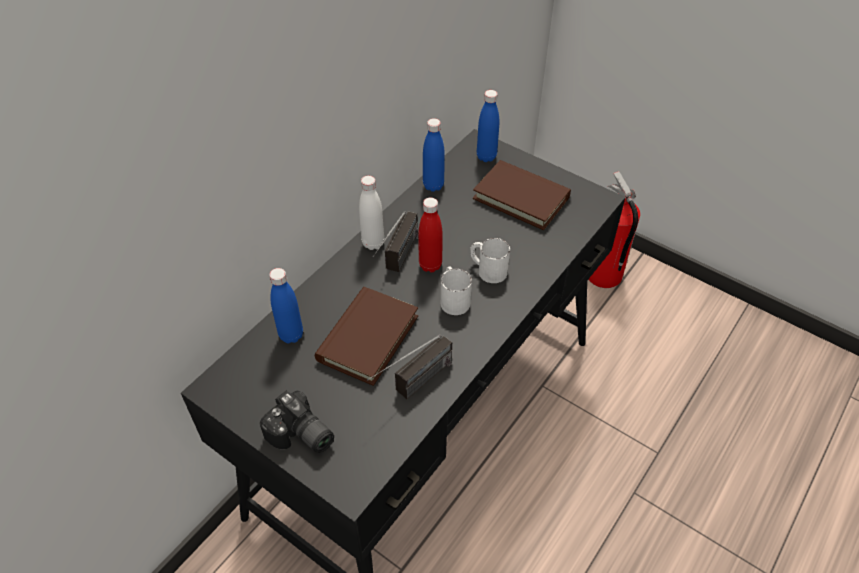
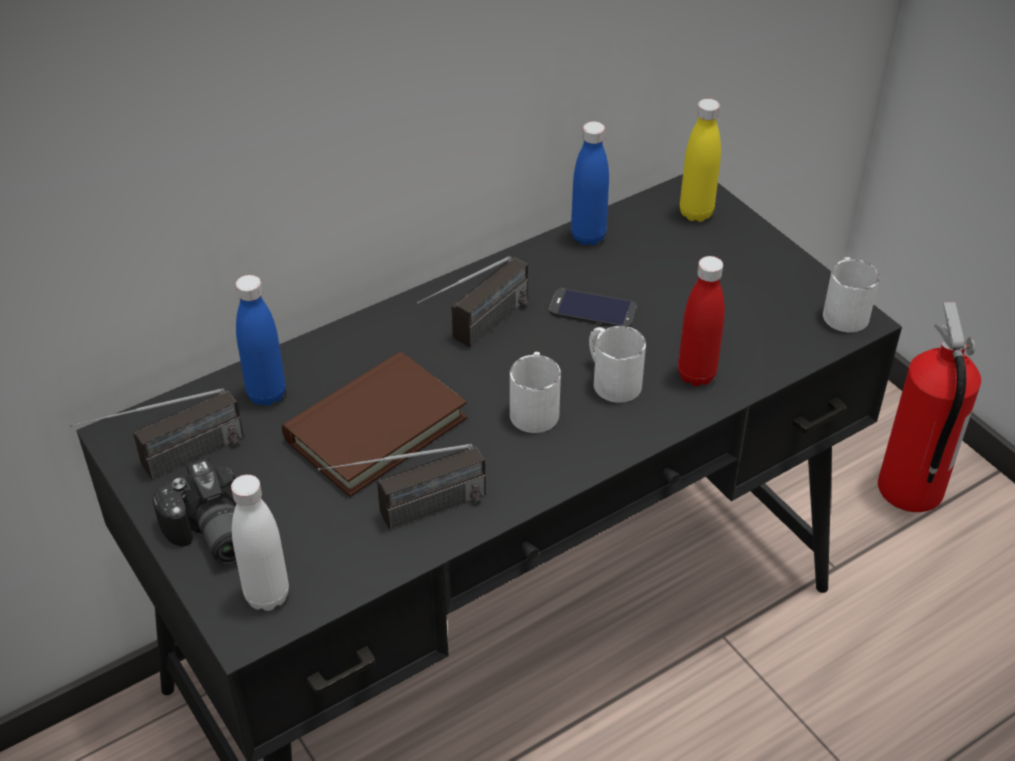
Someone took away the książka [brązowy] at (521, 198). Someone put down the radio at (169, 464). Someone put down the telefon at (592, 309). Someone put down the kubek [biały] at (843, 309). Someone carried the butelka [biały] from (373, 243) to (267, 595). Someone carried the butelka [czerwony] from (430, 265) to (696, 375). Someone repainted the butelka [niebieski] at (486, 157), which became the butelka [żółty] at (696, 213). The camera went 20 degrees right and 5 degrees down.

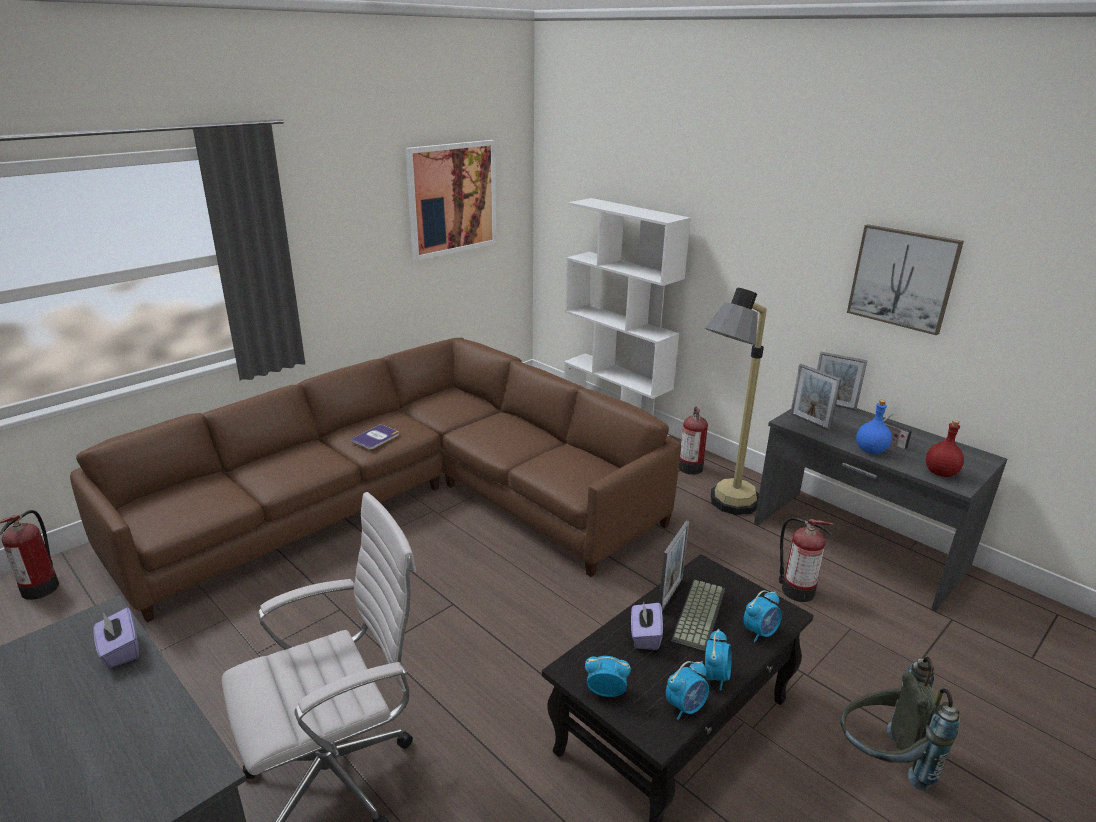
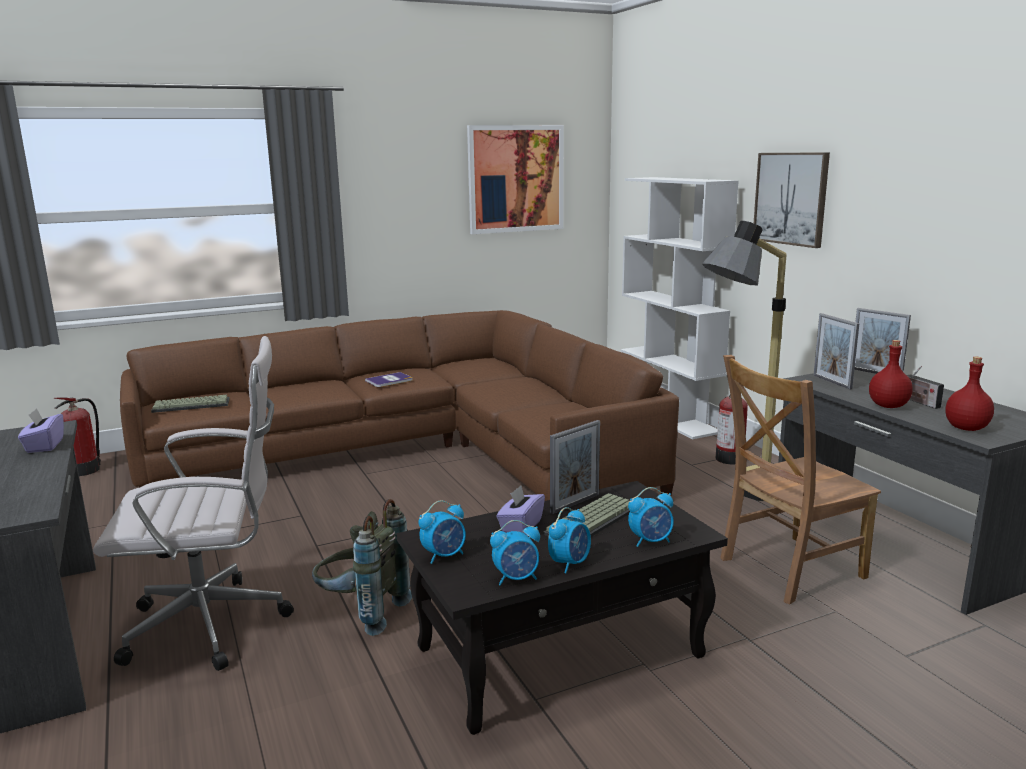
Someone put down the klawiatura at (192, 405). Someone carried the plecak [szary] from (881, 761) to (362, 613). Someone carried the obraz from (903, 278) to (791, 198). Someone swapped the gaśnica at (796, 590) for the krzesło [brązowy] at (787, 569). Someone repainted the butelka [niebieski] at (870, 451), which became the butelka [czerwony] at (887, 406). Someone rotated the budzik at (606, 692) by 120 degrees clockwise. The camera went 20 degrees right and 10 degrees down.

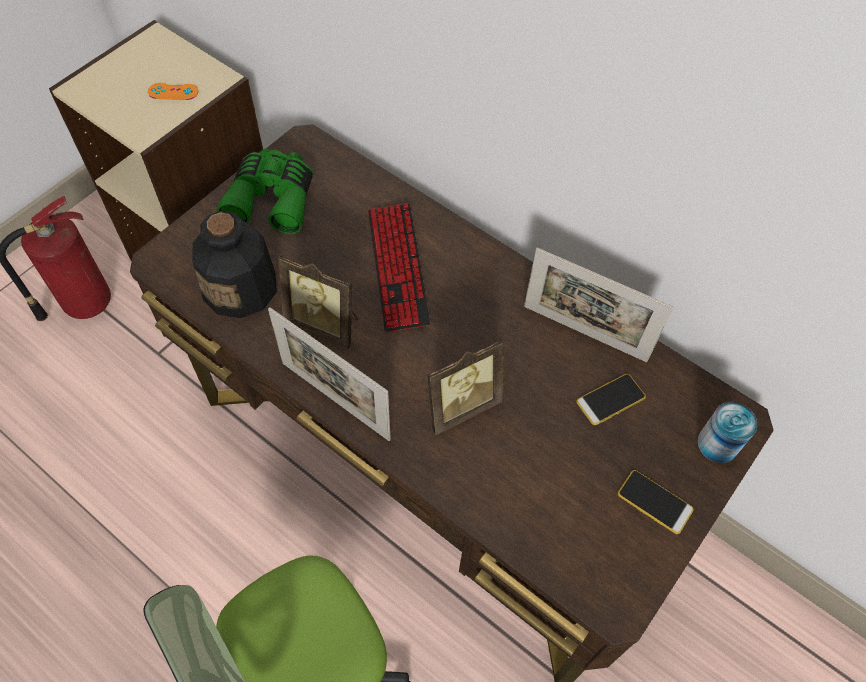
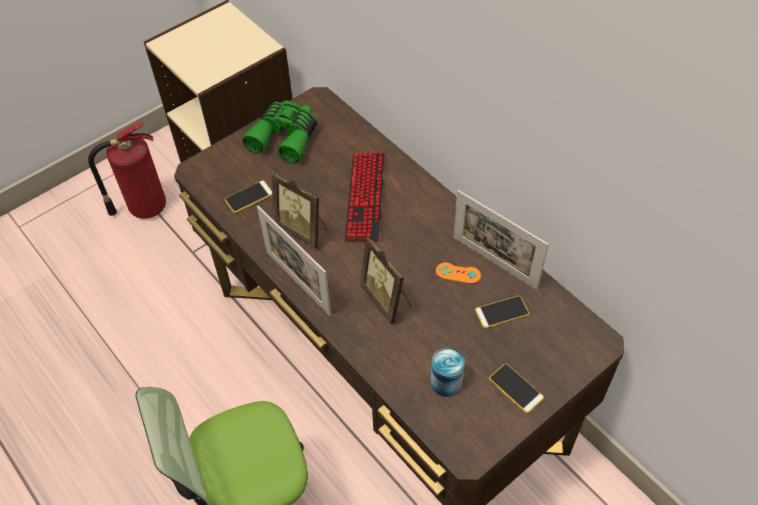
Someone carried the pad do gier [pomarańczowy] from (173, 92) to (458, 273). Someone carried the puszka from (717, 444) to (446, 382). Someone swapped the butelka at (241, 288) for the telefon at (249, 197). Someone rotated the ramka na zdjęcie at (459, 405) by 75 degrees clockwise. The camera went 15 degrees right and 5 degrees down.

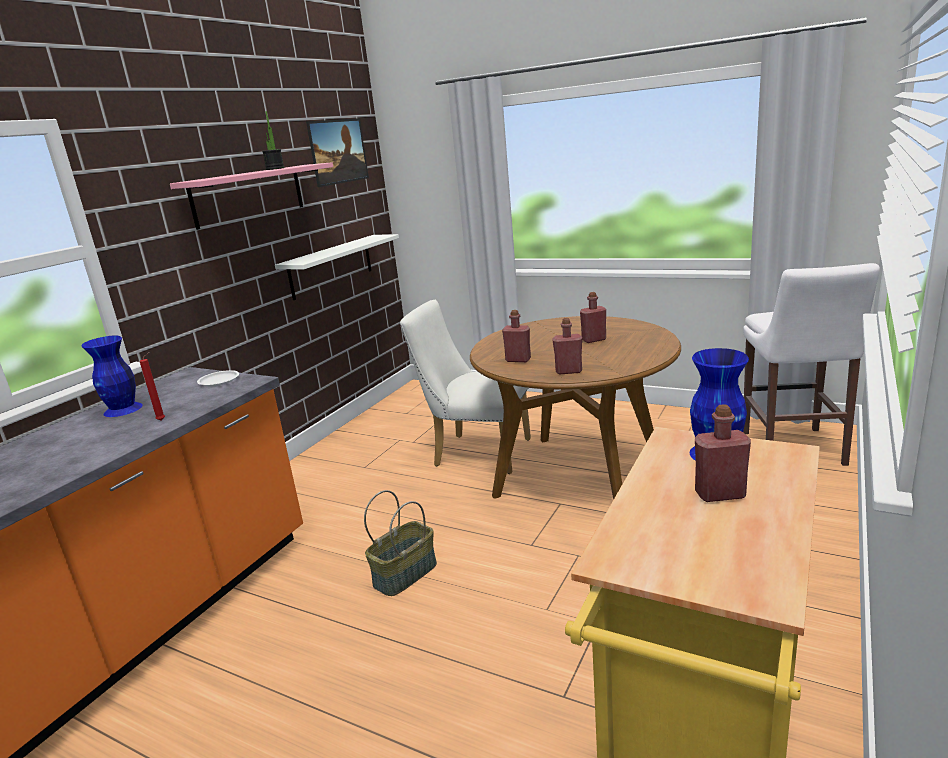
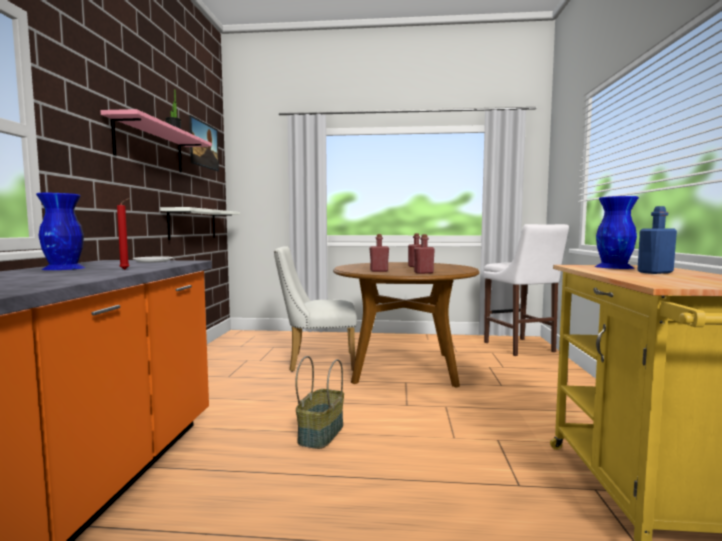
Someone repainted the butelka [czerwony] at (720, 494), which became the butelka [niebieski] at (655, 272). The camera went 25 degrees left and 15 degrees down.

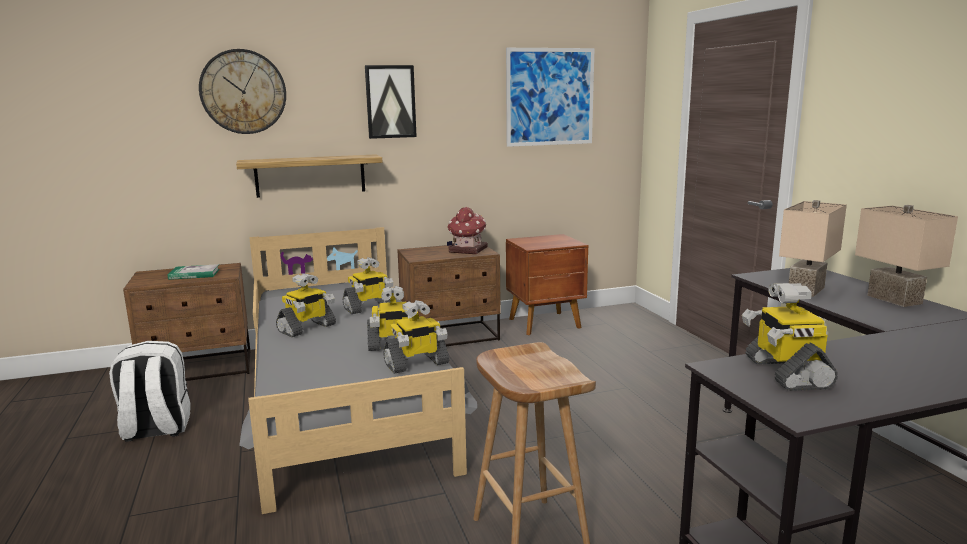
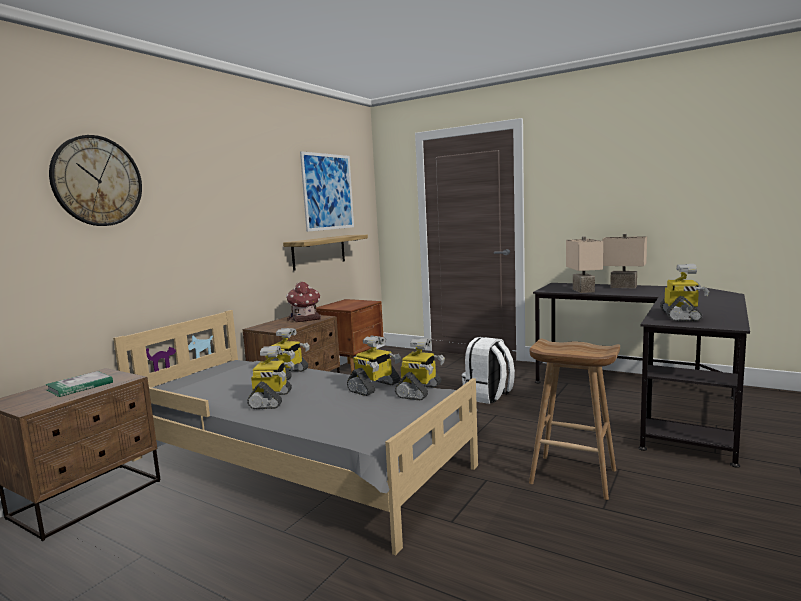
Someone took away the obraz at (390, 102). Someone carried the plecak [biały] from (156, 429) to (488, 396). Someone carried the półka from (310, 175) to (319, 252). Someone rotated the robot zabawkowy at (785, 373) by 120 degrees counterclockwise. The camera went 40 degrees left and 5 degrees down.

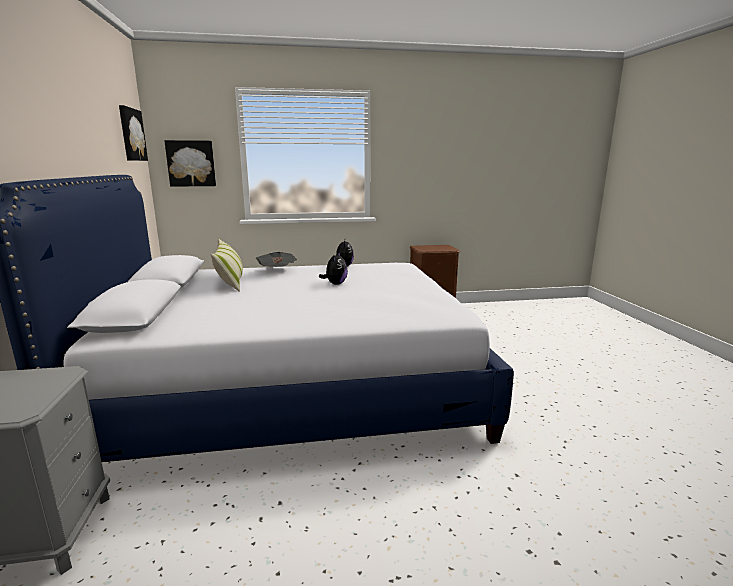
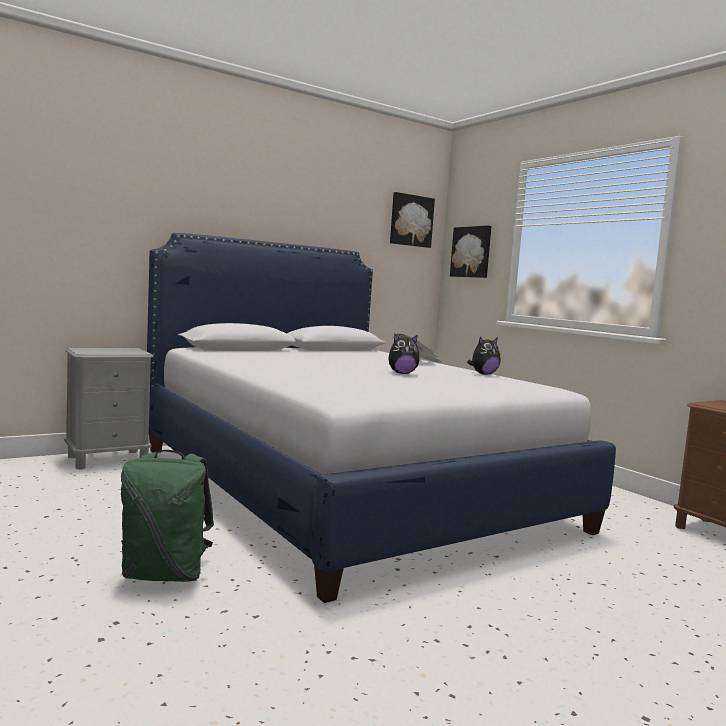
Someone took away the poduszka at (230, 280). Someone put down the plecak [zielony] at (165, 575). The camera went 65 degrees right and 10 degrees down.

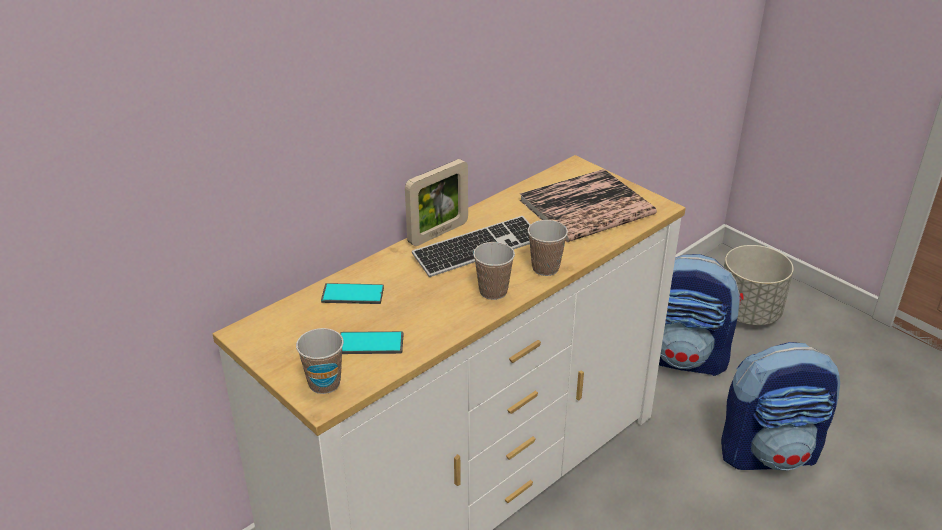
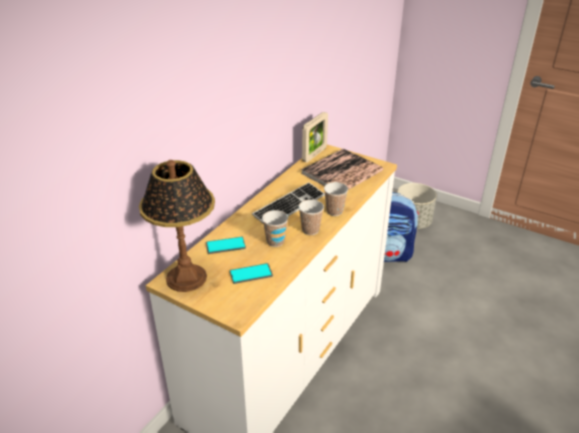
Someone took away the plecak at (769, 452). Someone put down the lampa stołowa at (187, 277). Someone carried the filiżanka from (324, 383) to (275, 241). Someone carried the ramka na zdjęcie from (438, 233) to (314, 154). The camera went 15 degrees left and 0 degrees up.

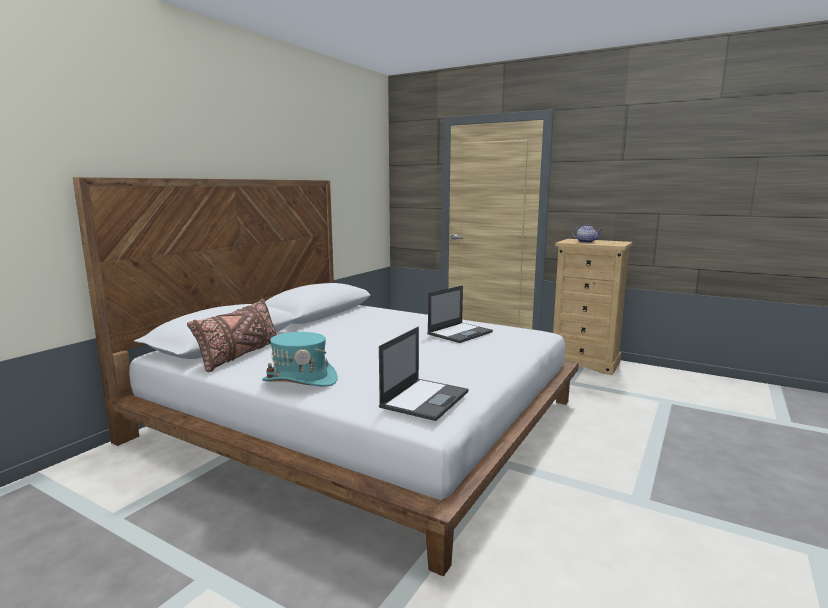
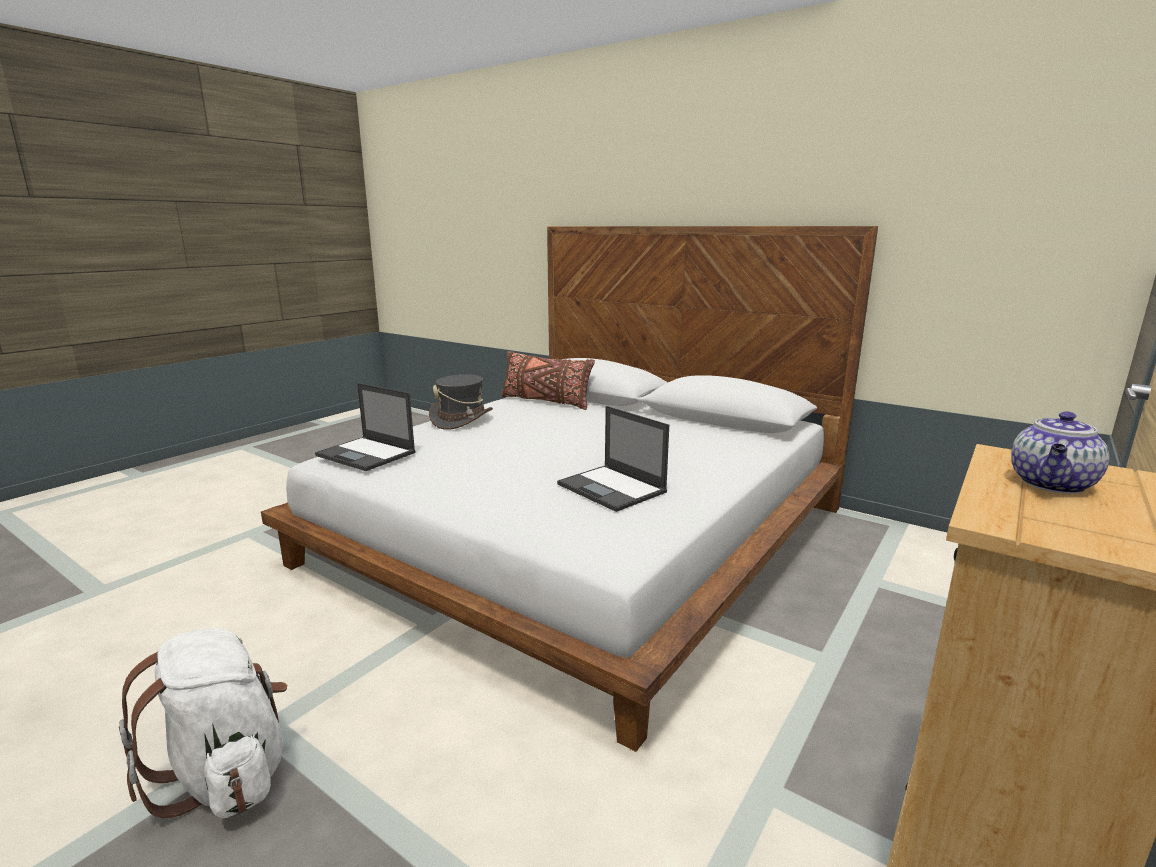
Someone put down the plecak [biały] at (227, 774). Someone repainted the kapelusz [turkusowy] at (300, 380), which became the kapelusz [szary] at (461, 419). The camera went 95 degrees right and 5 degrees up.

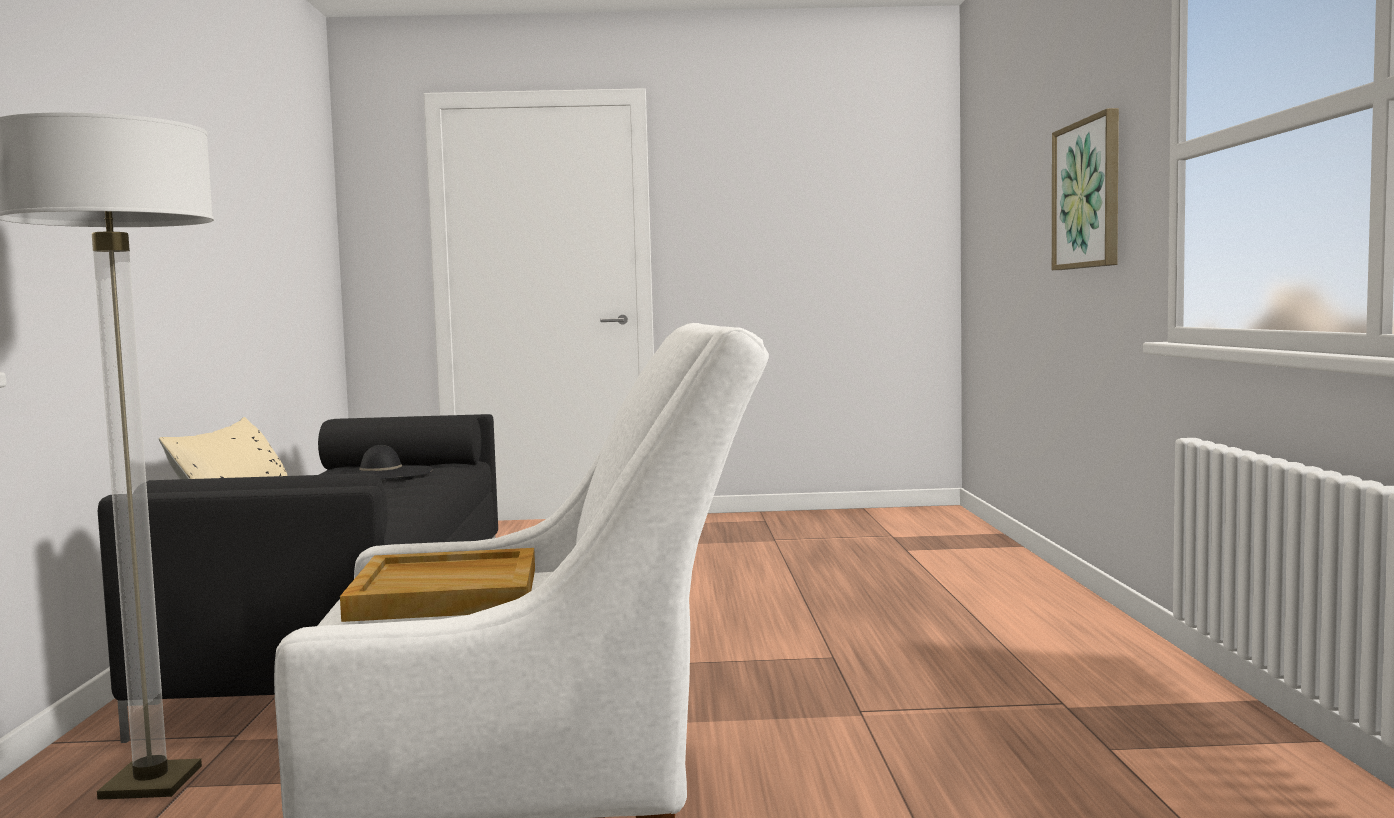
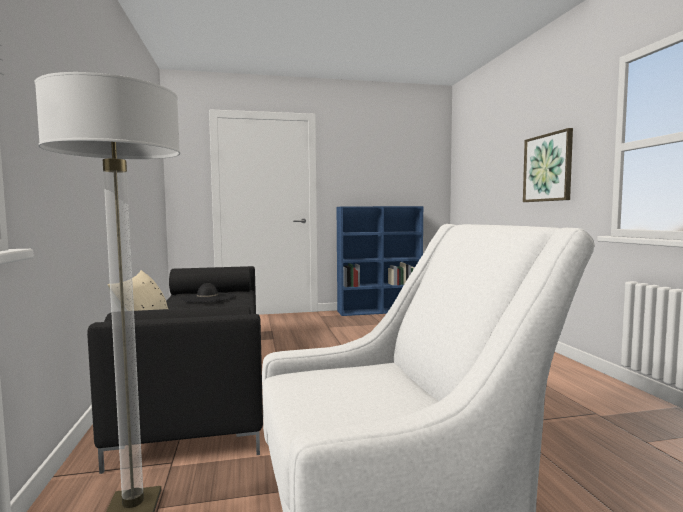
Someone took away the taca [beżowy] at (448, 592). Someone put down the regał [niebieski] at (380, 311). The camera went 10 degrees left and 0 degrees up.

